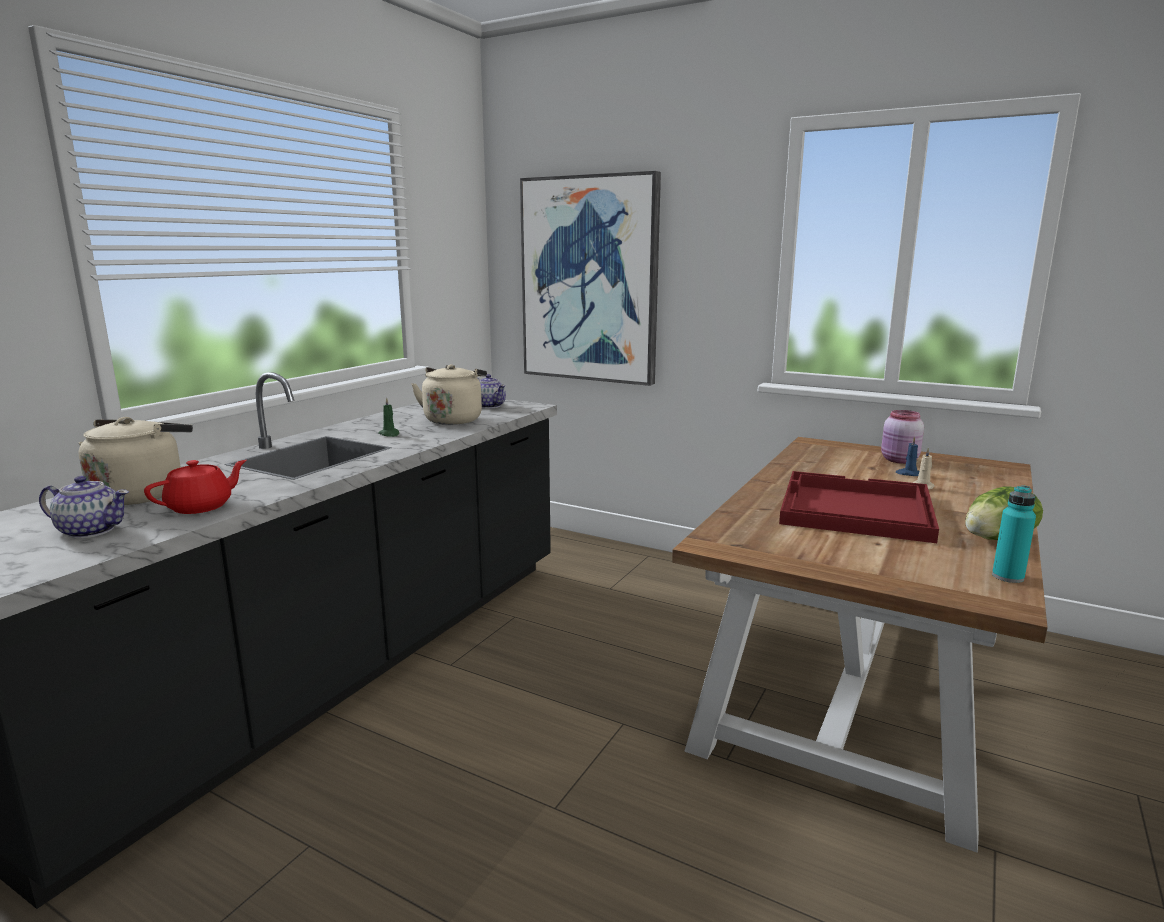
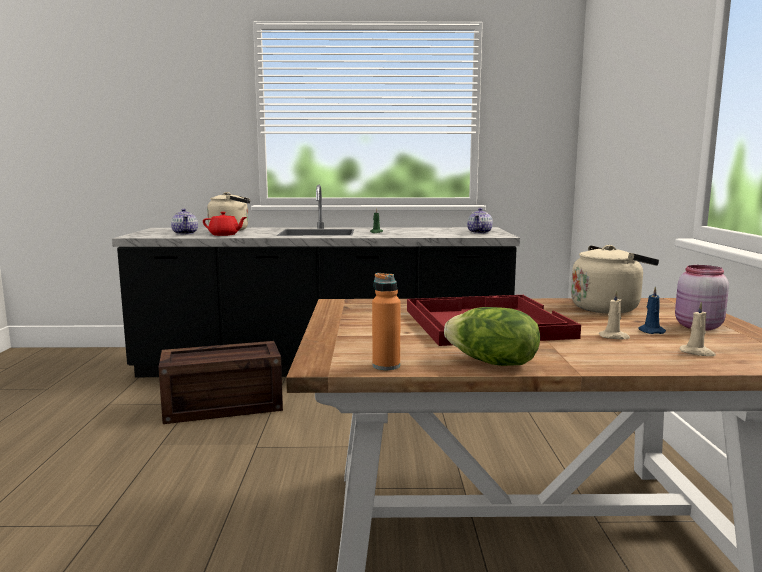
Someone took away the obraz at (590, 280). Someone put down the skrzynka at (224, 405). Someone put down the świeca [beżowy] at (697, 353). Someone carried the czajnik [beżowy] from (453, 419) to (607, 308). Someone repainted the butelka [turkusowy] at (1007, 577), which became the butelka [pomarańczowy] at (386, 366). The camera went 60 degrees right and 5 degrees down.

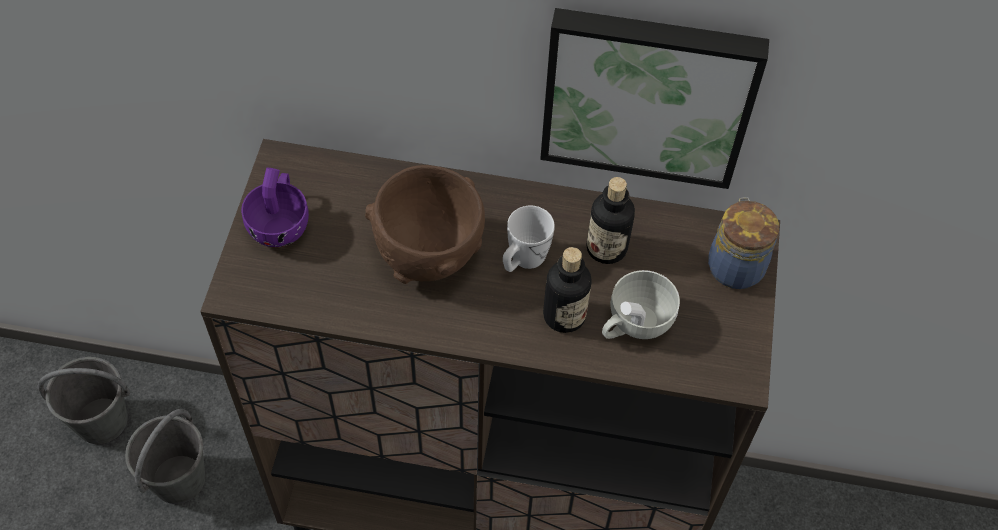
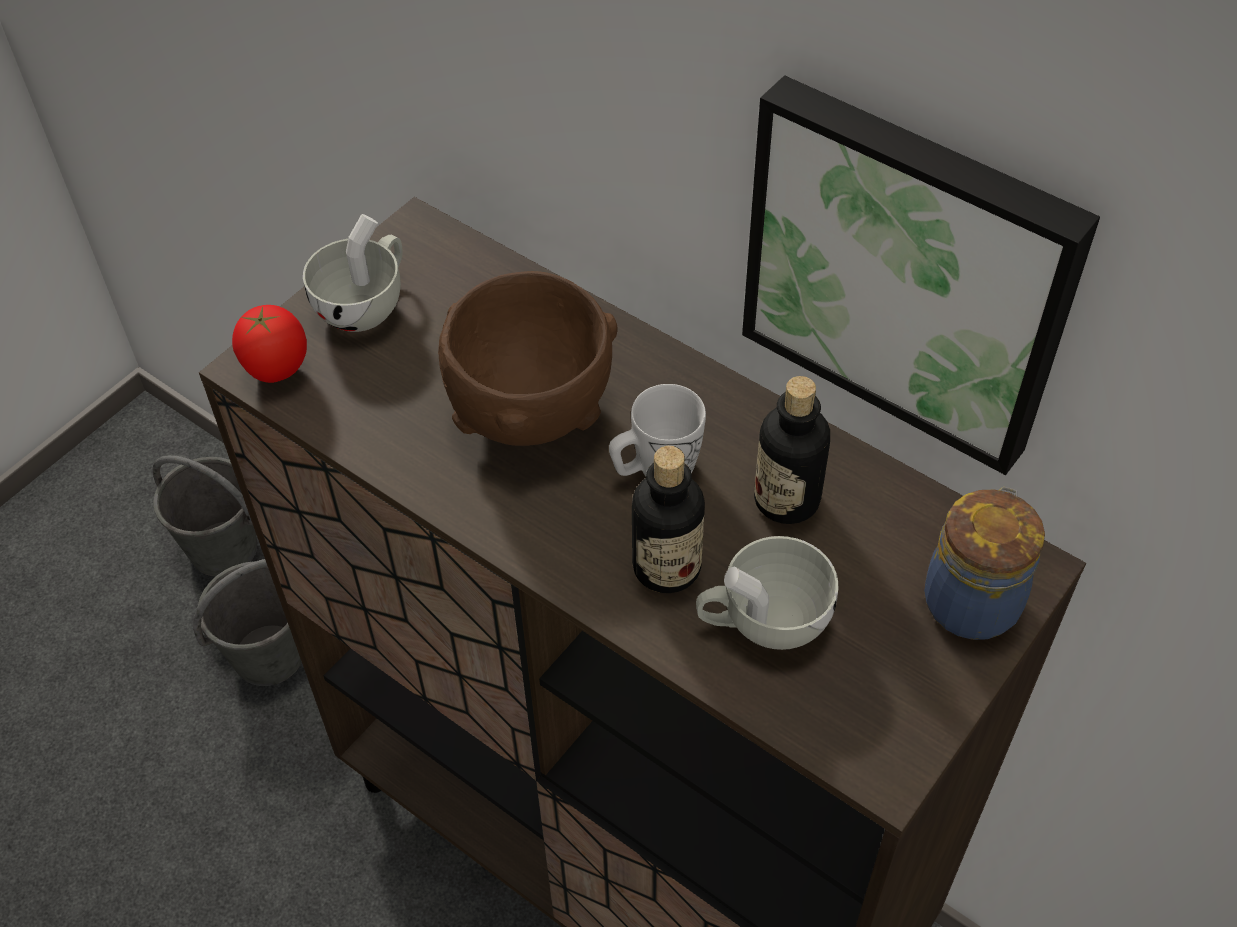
Someone put down the pomidor at (277, 371). Someone repainted the filiżanka [fioletowy] at (281, 223), which became the filiżanka [biały] at (366, 304). The camera went 30 degrees right and 5 degrees down.

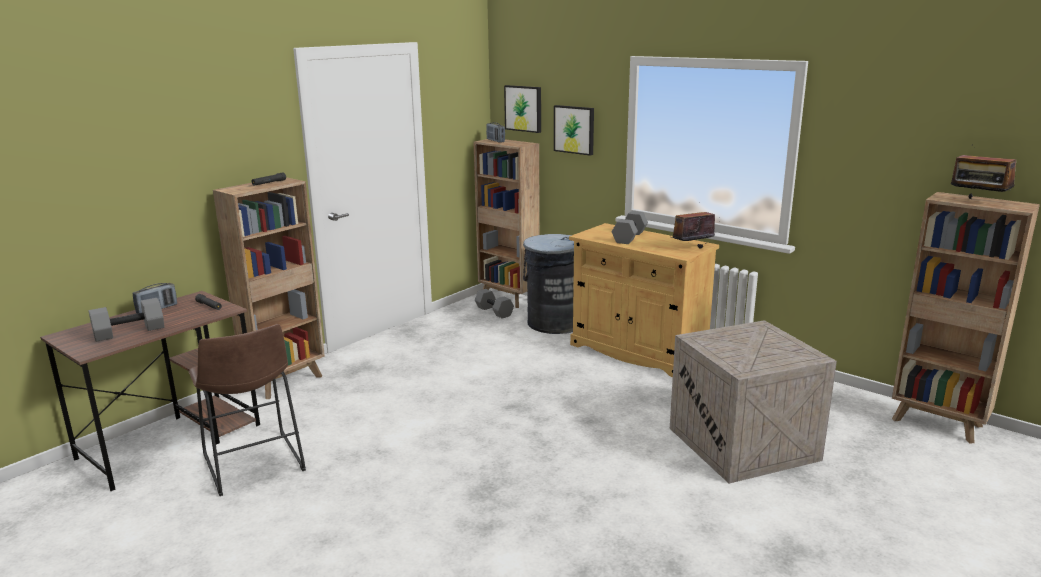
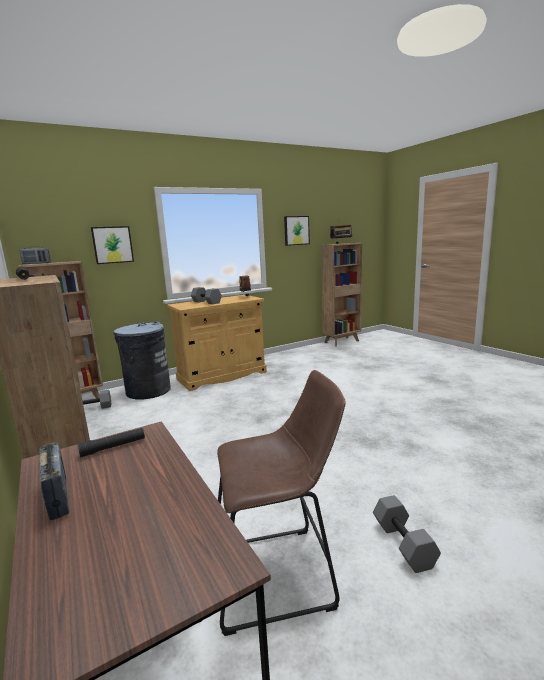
Someone took away the skrzynka at (745, 444). Someone carried the hantel [szary] from (129, 332) to (405, 544). Someone carried the obraz from (524, 108) to (296, 230). The camera went 70 degrees left and 5 degrees down.

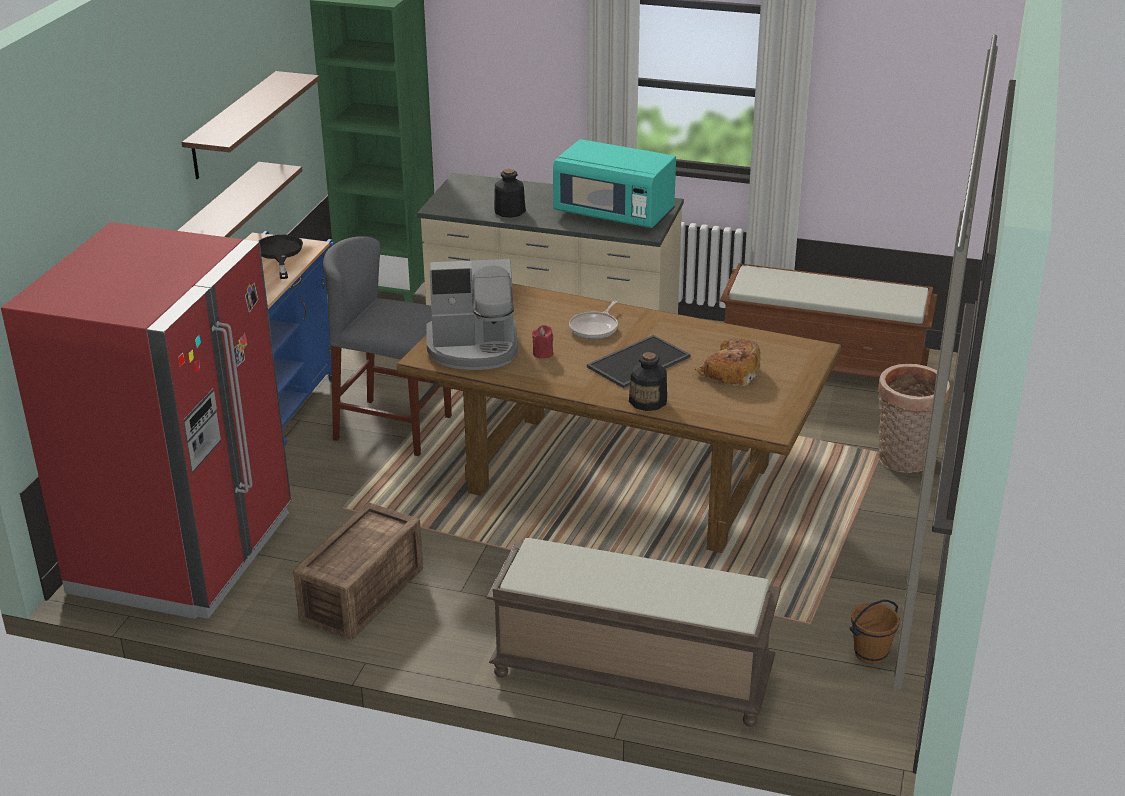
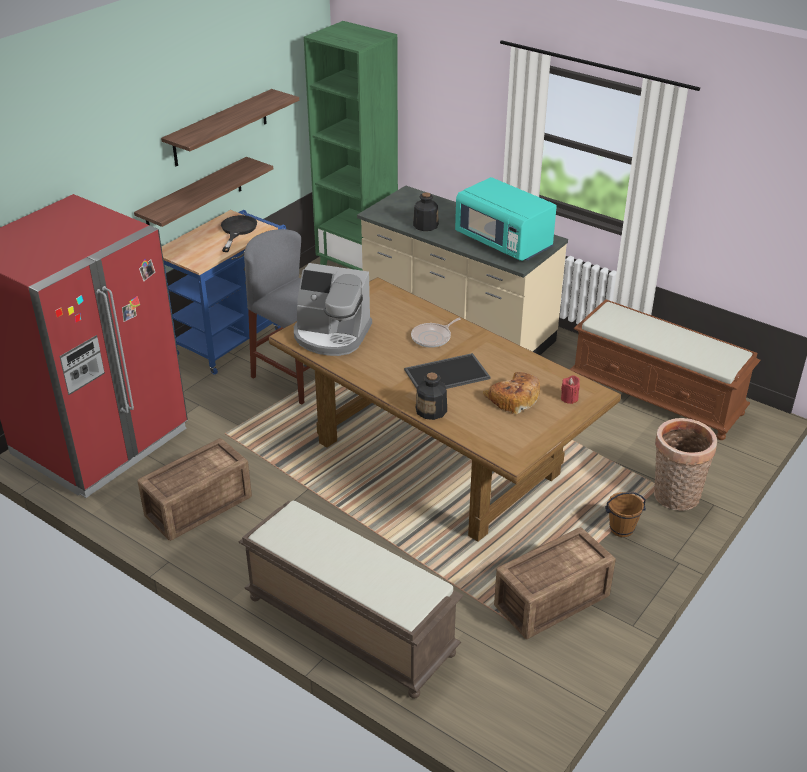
Someone put down the skrzynka at (549, 600). Someone carried the świeca [czerwony] from (543, 353) to (569, 398). Someone carried the wiadro [brązowy] from (870, 653) to (621, 529). The camera went 20 degrees right and 5 degrees up.

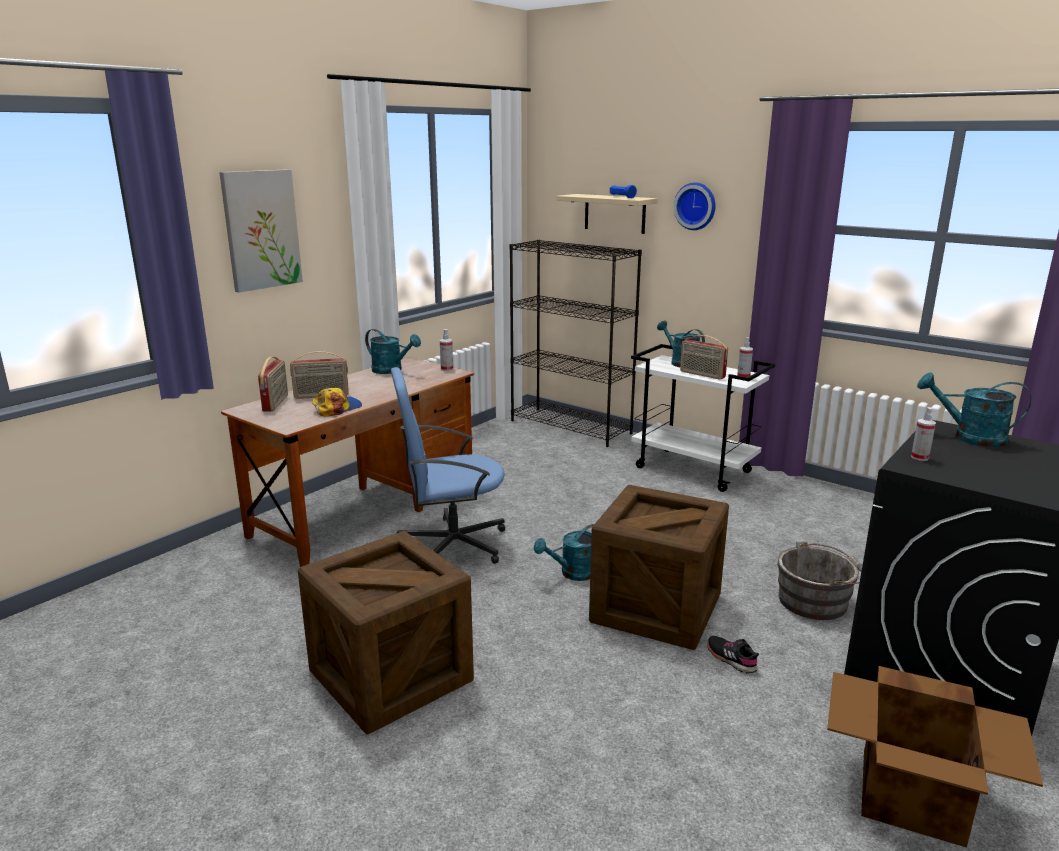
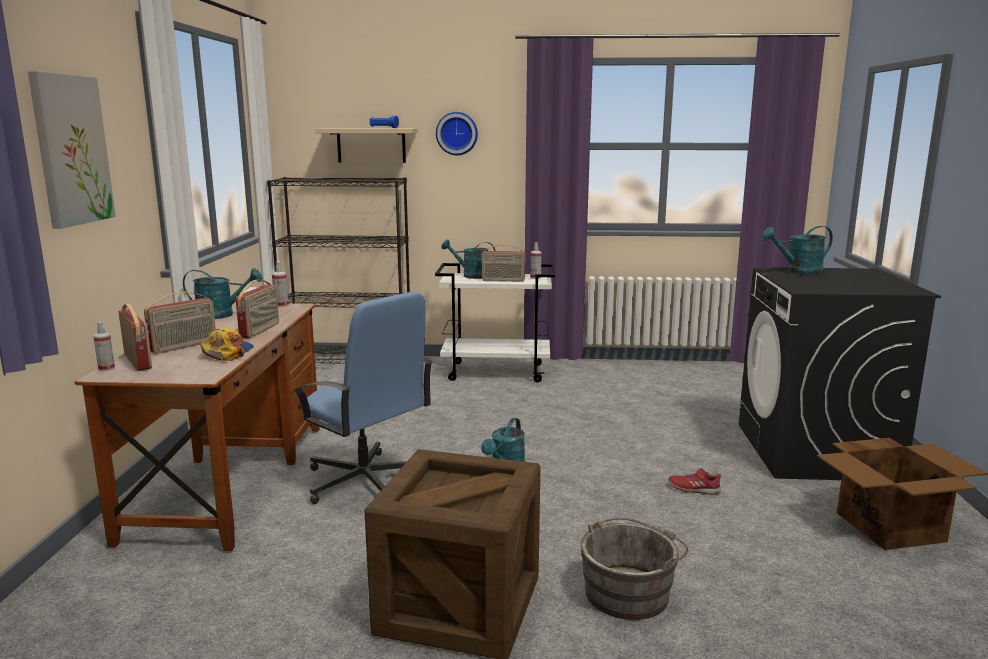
Someone took away the skrzynka at (656, 608). Someone put down the radio at (260, 330). Someone carried the wiadro [szary] from (816, 601) to (630, 591). Someone carried the spryskiwacz from (919, 457) to (106, 368). Someone repainted the but [czarny] at (731, 658), which became the but [czerwony] at (694, 488). Someone rotated the krzesło biurowe [niebieski] at (451, 544) by 90 degrees counterclockwise. The camera went 35 degrees left and 5 degrees down.

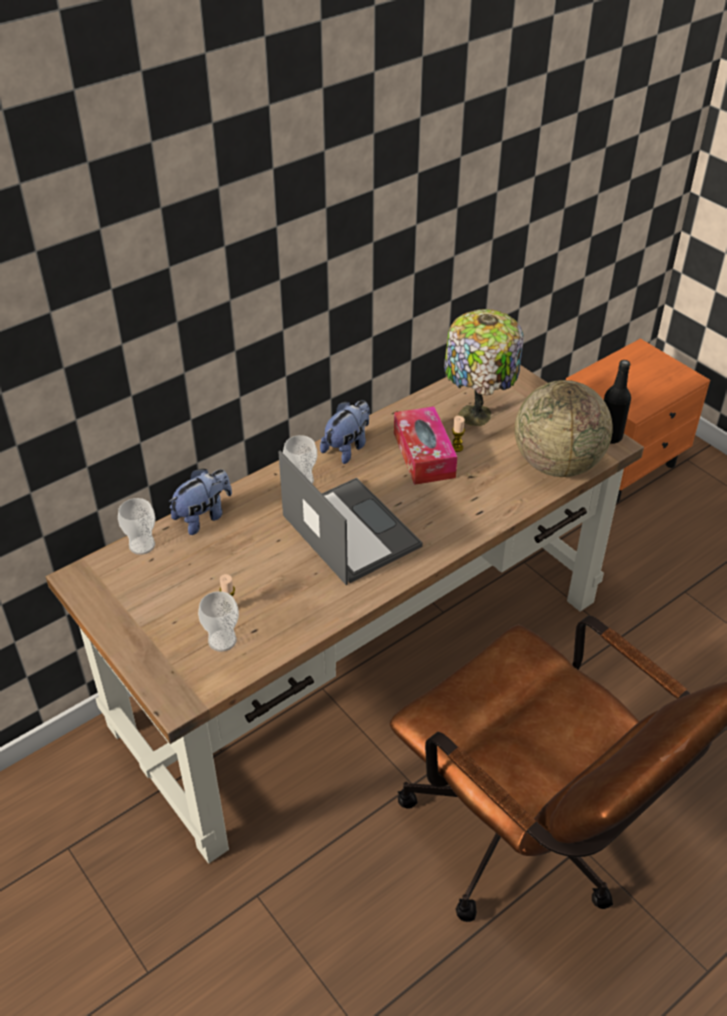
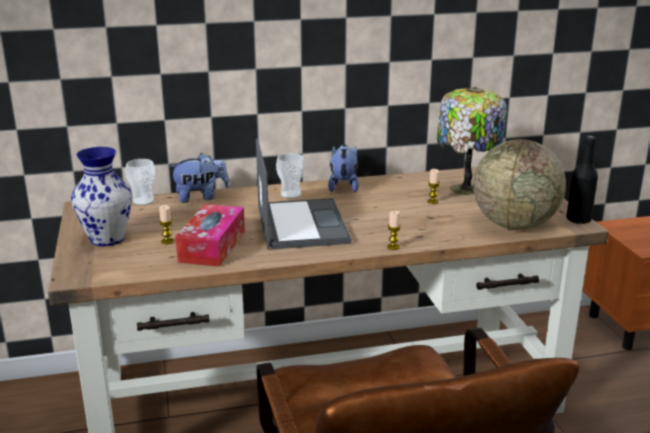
Someone took away the filiżanka at (222, 640). Someone put down the wazon at (107, 239). Someone put down the świeca at (393, 247). Someone carried the pudełko chusteczek from (424, 455) to (212, 246). Someone rotated the pluszak at (347, 447) by 60 degrees counterclockwise. The camera went 25 degrees right and 20 degrees down.

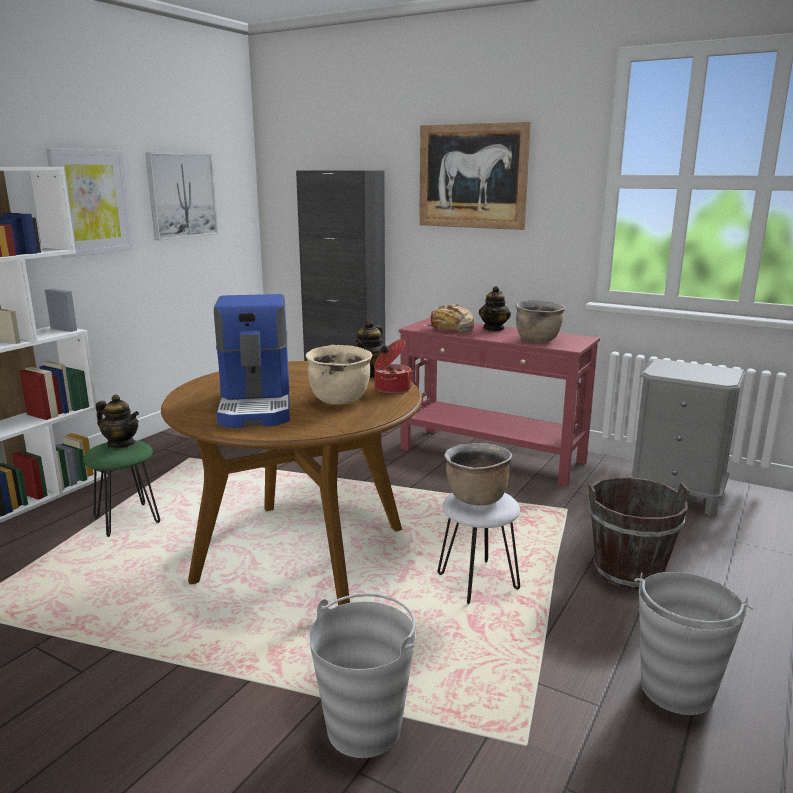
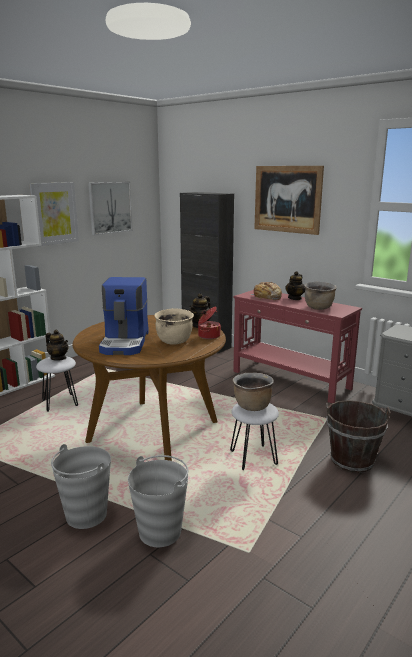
Someone carried the wiadro [szary] from (676, 690) to (86, 515). Someone repainted the stołek [zielony] at (127, 521), which became the stołek [biały] at (60, 403). The camera went 10 degrees right and 0 degrees up.

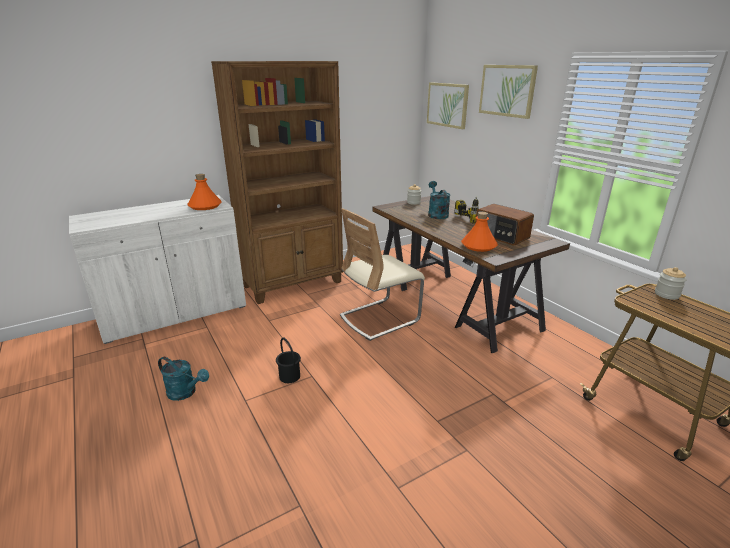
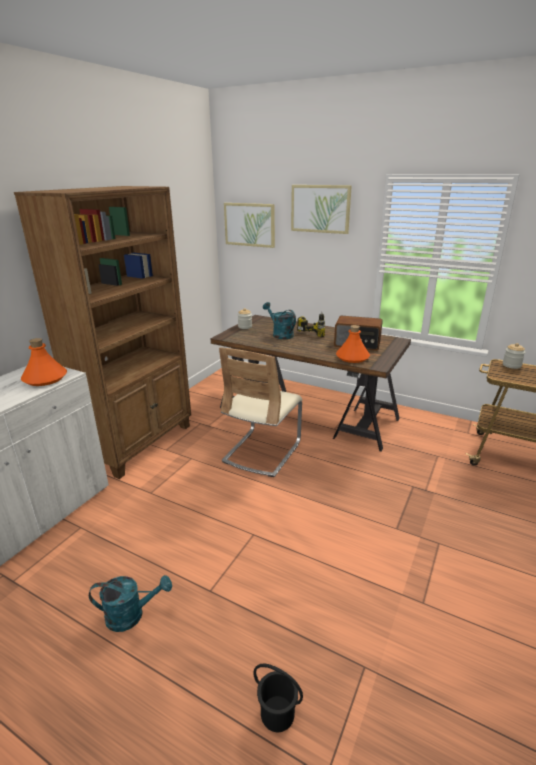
Someone carried the wiadro [czarny] from (289, 376) to (277, 714). The camera went 30 degrees left and 0 degrees up.

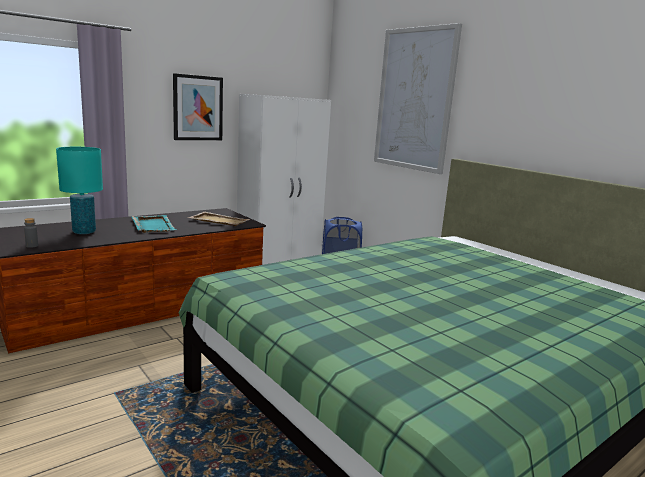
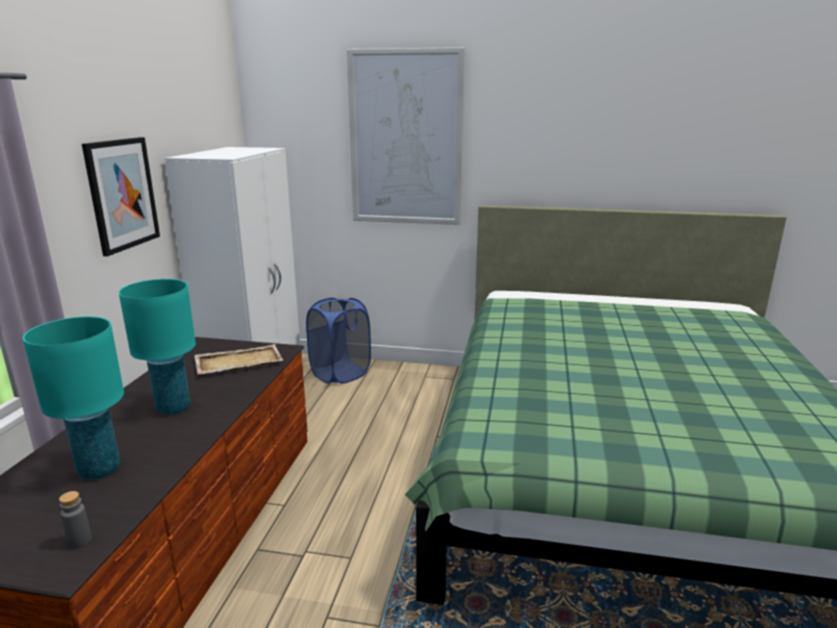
Someone swapped the taca [turkusowy] at (153, 225) for the lampa stołowa [turkusowy] at (173, 408). The camera went 40 degrees left and 5 degrees up.

